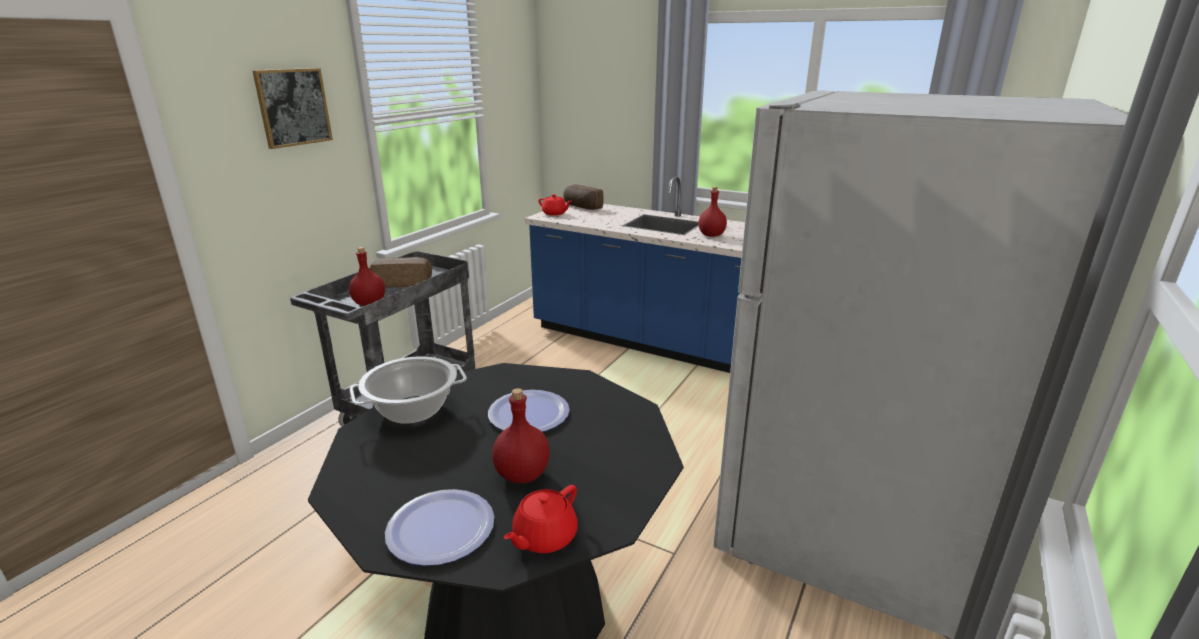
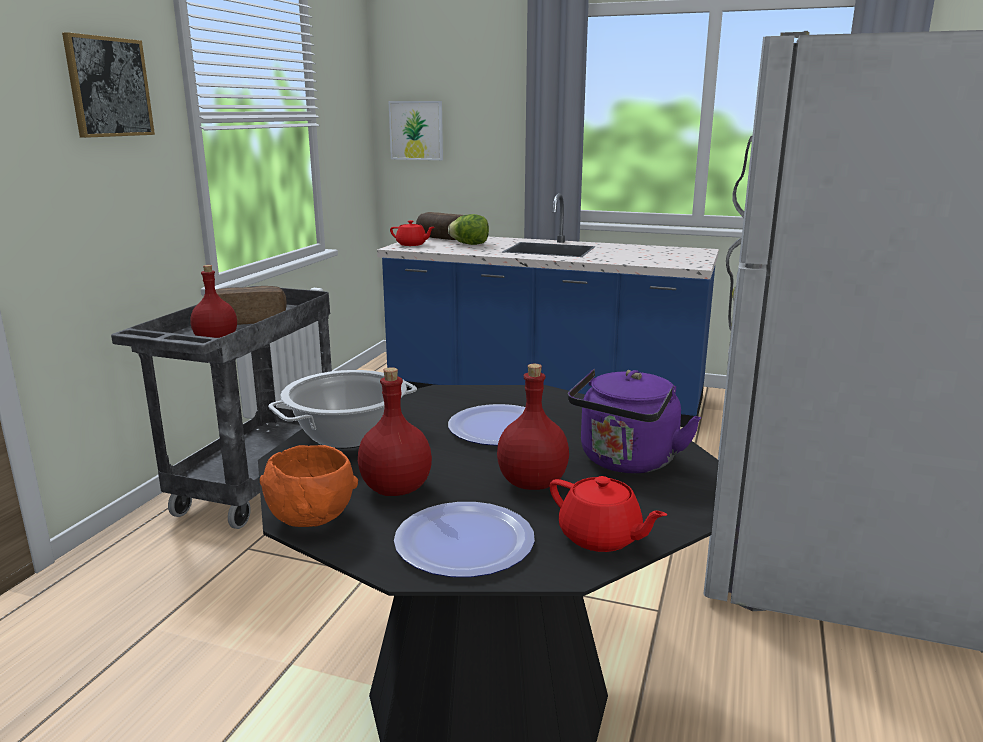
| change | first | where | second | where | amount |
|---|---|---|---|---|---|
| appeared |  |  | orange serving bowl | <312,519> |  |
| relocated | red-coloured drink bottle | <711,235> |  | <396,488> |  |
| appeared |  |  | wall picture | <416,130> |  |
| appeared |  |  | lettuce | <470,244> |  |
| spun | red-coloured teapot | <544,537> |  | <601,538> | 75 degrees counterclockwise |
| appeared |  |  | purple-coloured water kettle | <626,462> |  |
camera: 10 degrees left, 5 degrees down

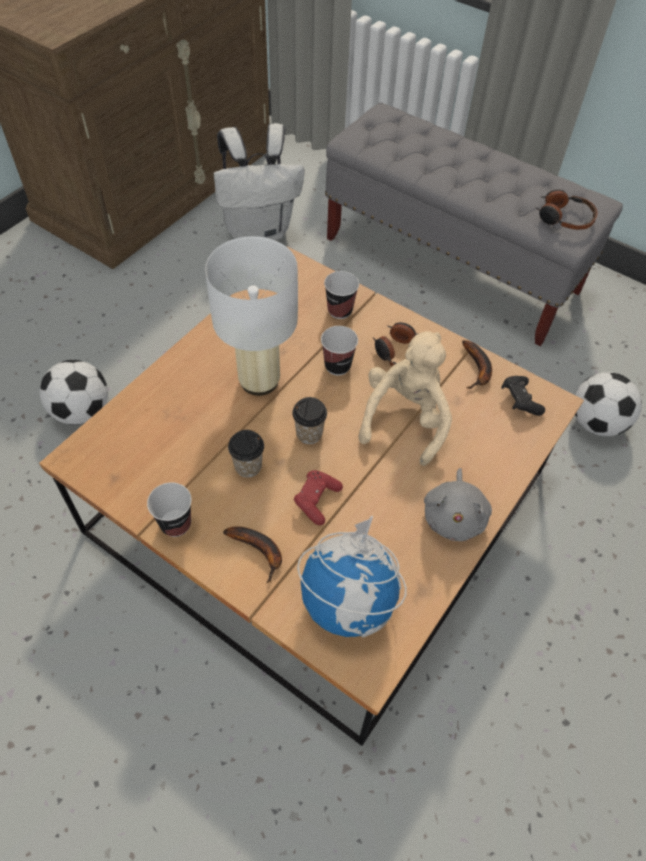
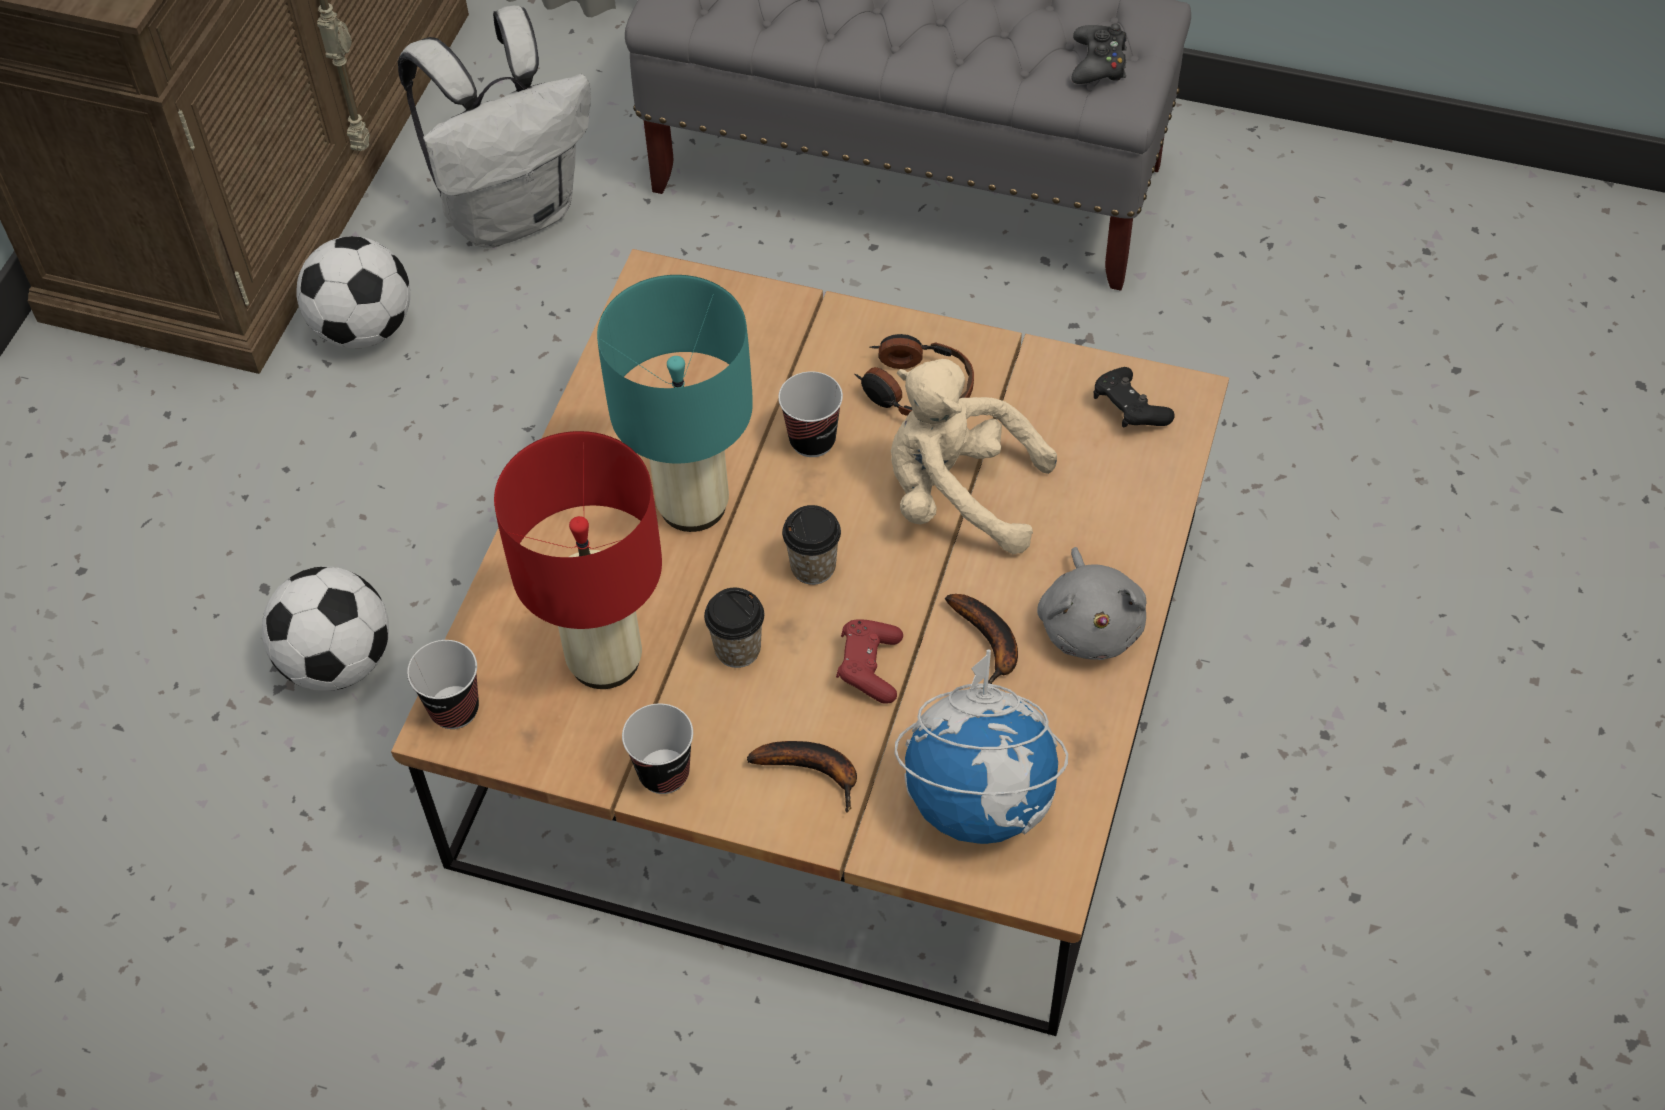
| change | first | where | second | where | amount |
|---|---|---|---|---|---|
| relocated | football | <596,423> |  | <364,329> |  |
| relocated | cup | <340,310> |  | <454,709> |  |
| appeared |  |  | red-coloured table lamp | <603,658> |  |
| colour | whitish table lamp | <259,380> | blue-green table lamp | <692,503> |  |
| spun | beige soft toy | <405,418> |  | <958,495> | 75 degrees counterclockwise |
| relocated | banana fruit | <477,369> |  | <989,644> |  |
| exchanged | headset | <563,218> | blackish game controller | <1099,63> |  |
camera: 15 degrees left, 0 degrees up

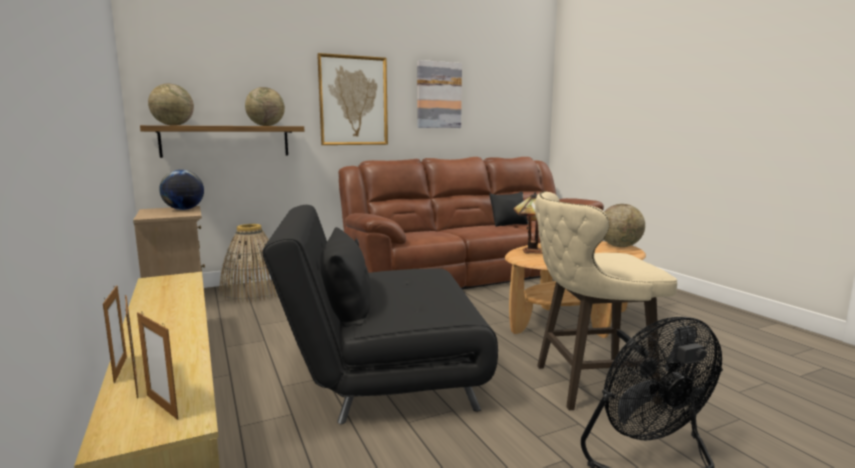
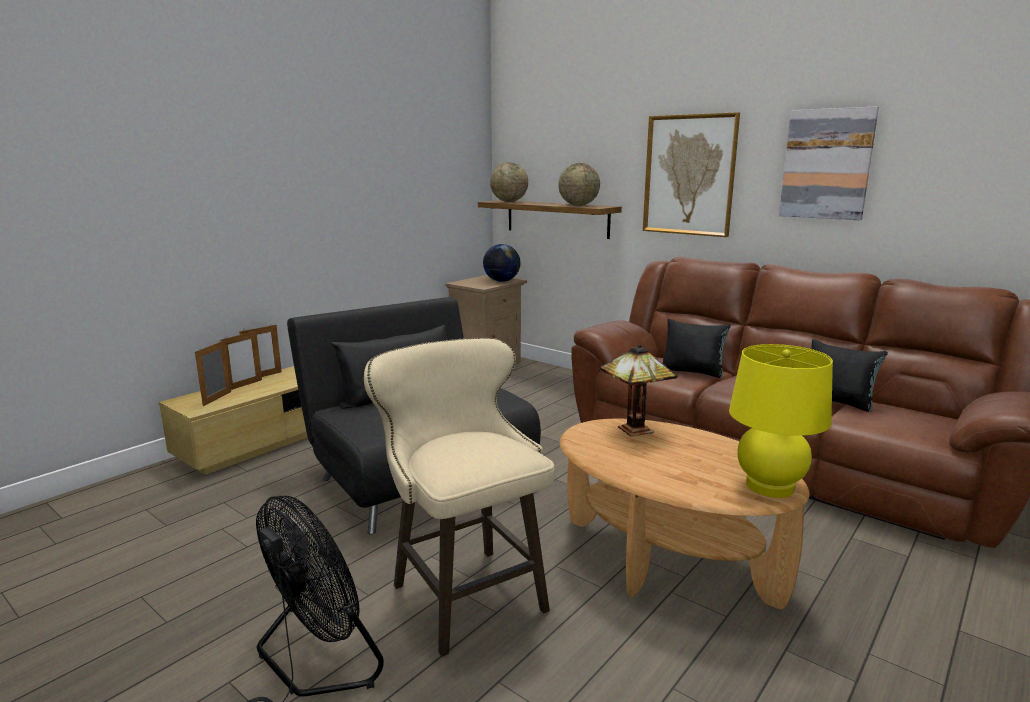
| change | first | where | second | where | amount |
|---|---|---|---|---|---|
| appeared |  |  | blackish throw pillow | <693,371> |  |
| exchanged | globe | <620,246> | yellow-coloured table lamp | <770,486> |  |
| missing | storage basket | <253,291> |  |  |  |
camera: 65 degrees right, 5 degrees up

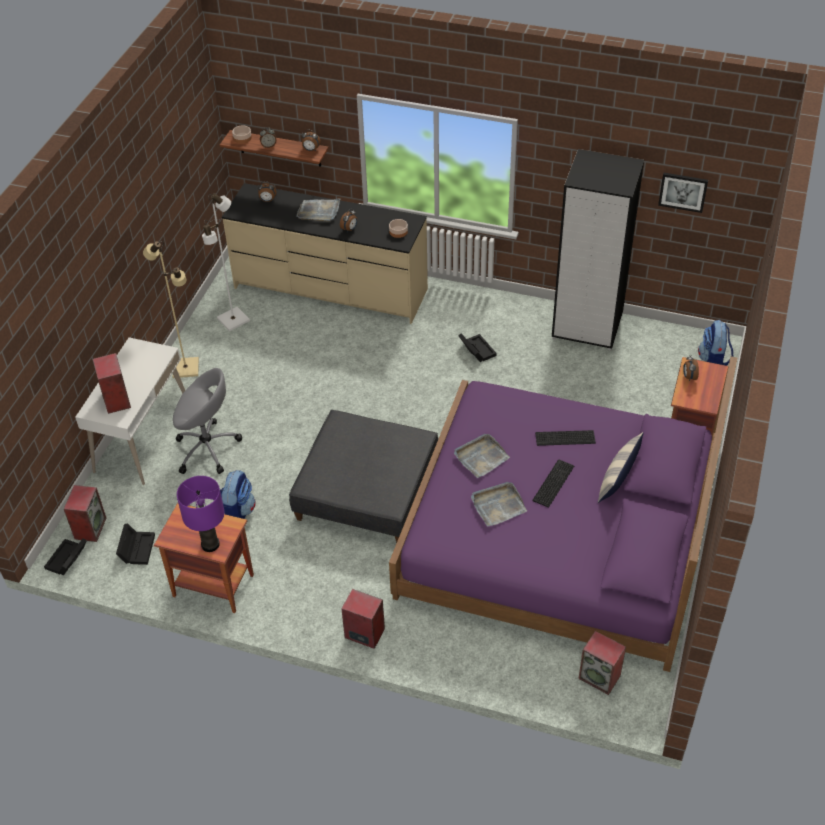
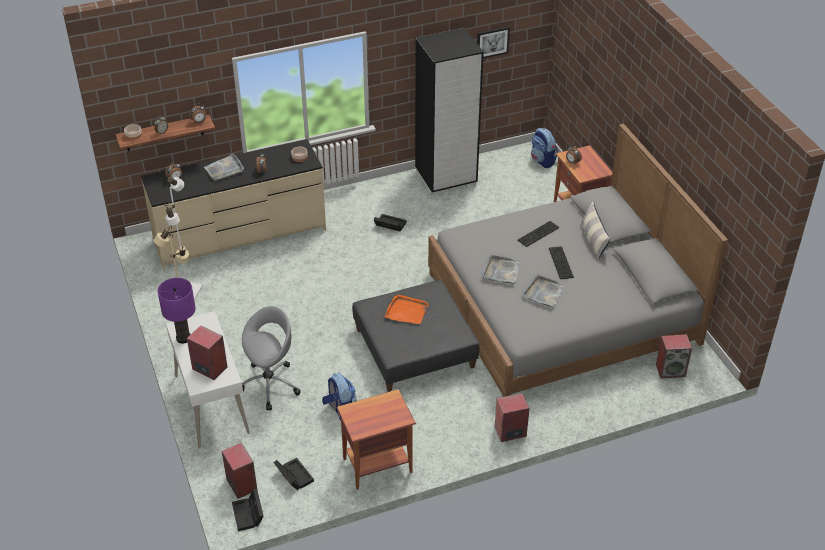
| change | first | where | second | where | amount |
|---|---|---|---|---|---|
| relocated | purple-coloured table lamp | <210,544> |  | <183,338> |  |
| appeared |  |  | orange tray | <406,311> |  |
| colour | purple-coloured bedroom bed | <557,535> | gray bedroom bed | <562,307> |  |
camera: 40 degrees left, 5 degrees down

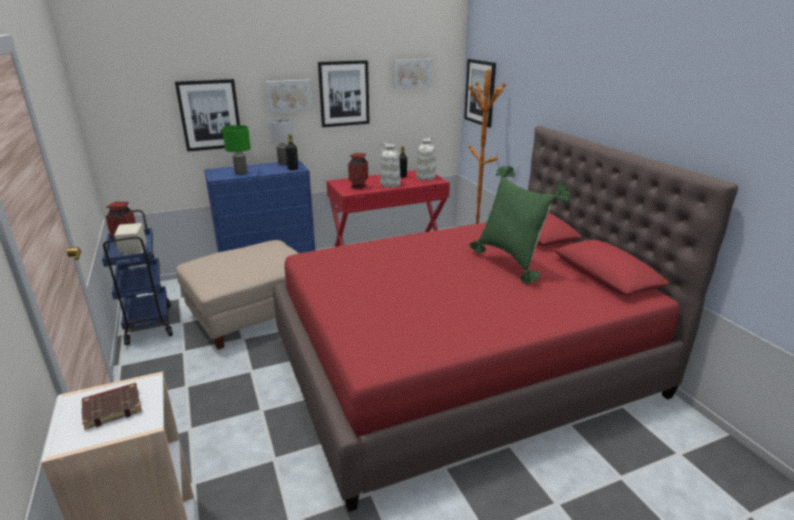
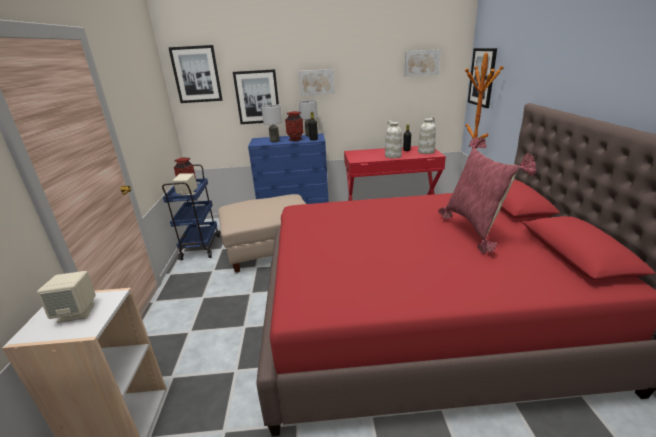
| change | first | where | second | where | amount |
|---|---|---|---|---|---|
| exchanged | brownish book | <113,408> | beige audio speaker | <77,312> |  |
| relocated | wall picture | <344,93> |  | <196,74> |  |
| colour | green table lamp | <241,173> | whitish table lamp | <274,141> |  |
| relocated | vase | <358,187> |  | <295,140> |  |
| colour | green throw pillow | <512,265> | red-coloured throw pillow | <475,233> |  |
camera: 20 degrees right, 0 degrees up

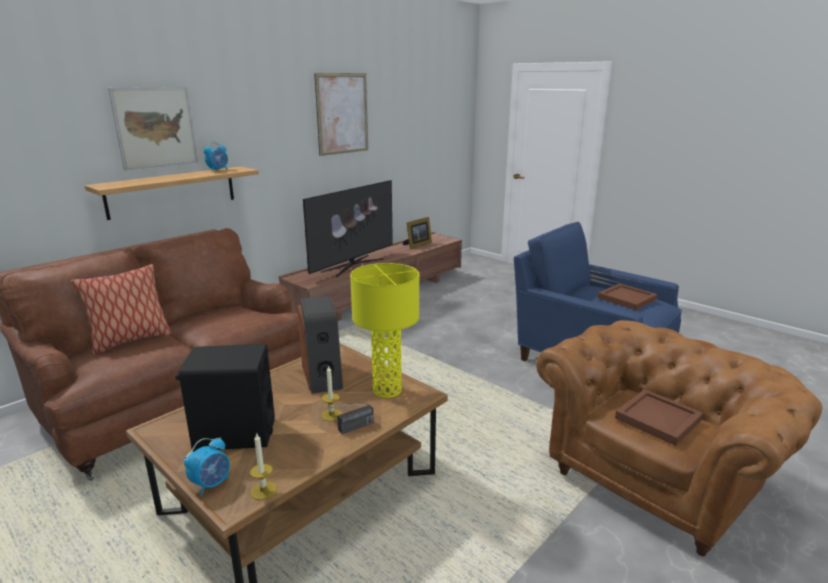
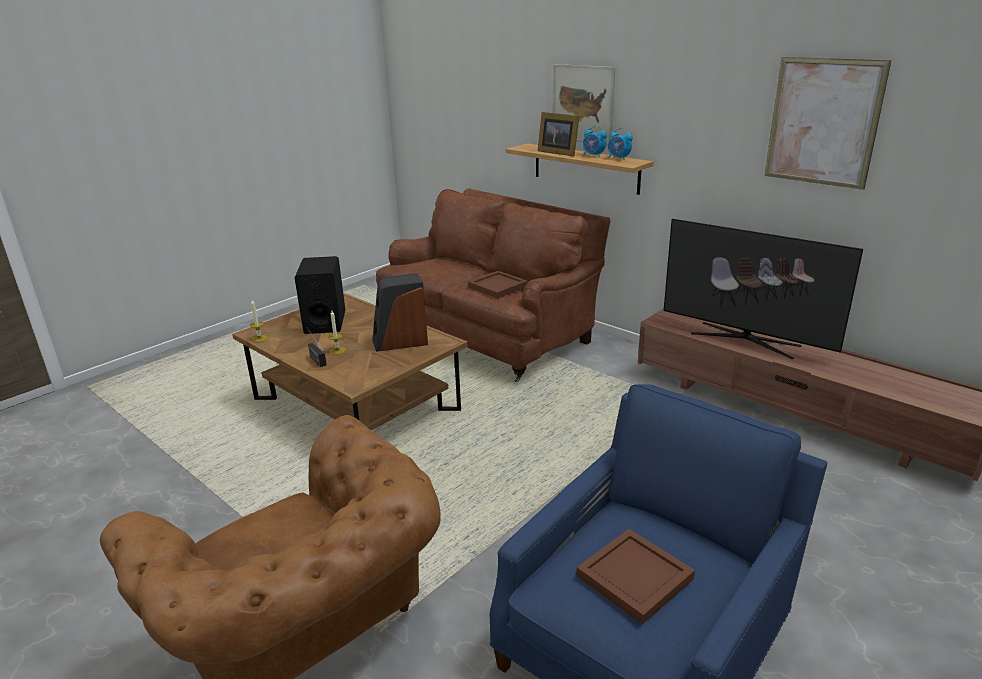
| change | first | where | second | where | amount |
|---|---|---|---|---|---|
| relocated | brownish tray | <656,419> |  | <497,286> |  |
| relocated | photo frame | <417,245> |  | <558,152> |  |
| relocated | bedside clock | <211,484> |  | <593,156> |  |
| missing | throw pillow | <130,341> |  |  |  |
| missing | yellow-coloured table lamp | <387,390> |  |  |  |
camera: 90 degrees right, 5 degrees up

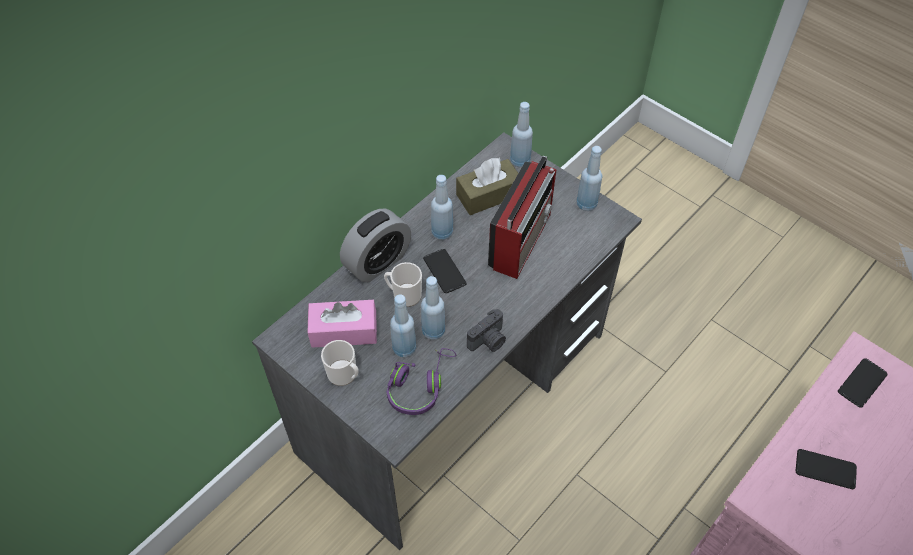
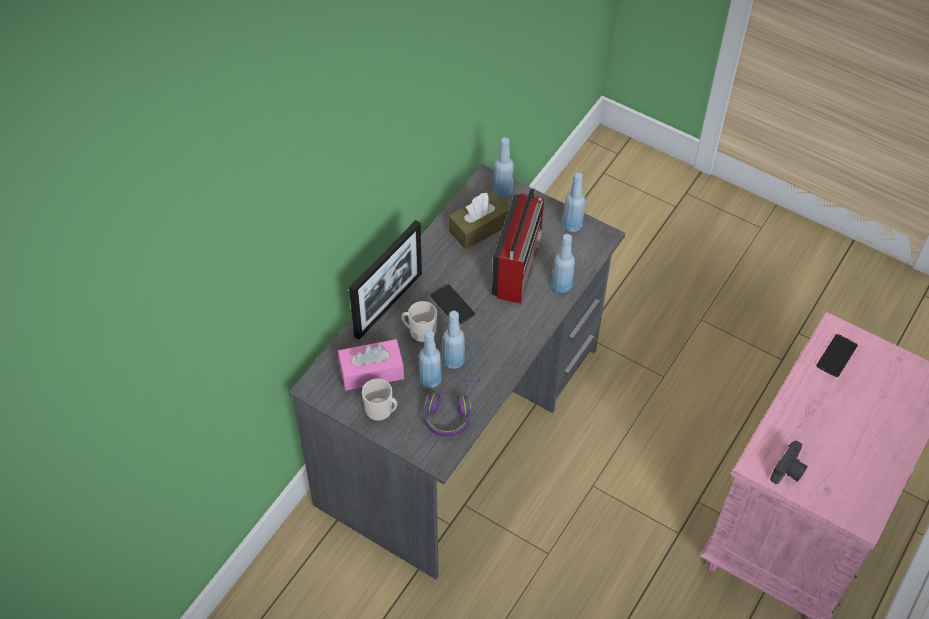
| change | first | where | second | where | amount |
|---|---|---|---|---|---|
| exchanged | bedside clock | <377,262> | photo frame | <388,305> |  |
| relocated | blue drink bottle | <442,232> |  | <561,285> |  |
| relocated | photo camera | <488,341> |  | <789,471> |  |
| missing | phone | <825,469> |  |  |  |
camera: 10 degrees left, 0 degrees up

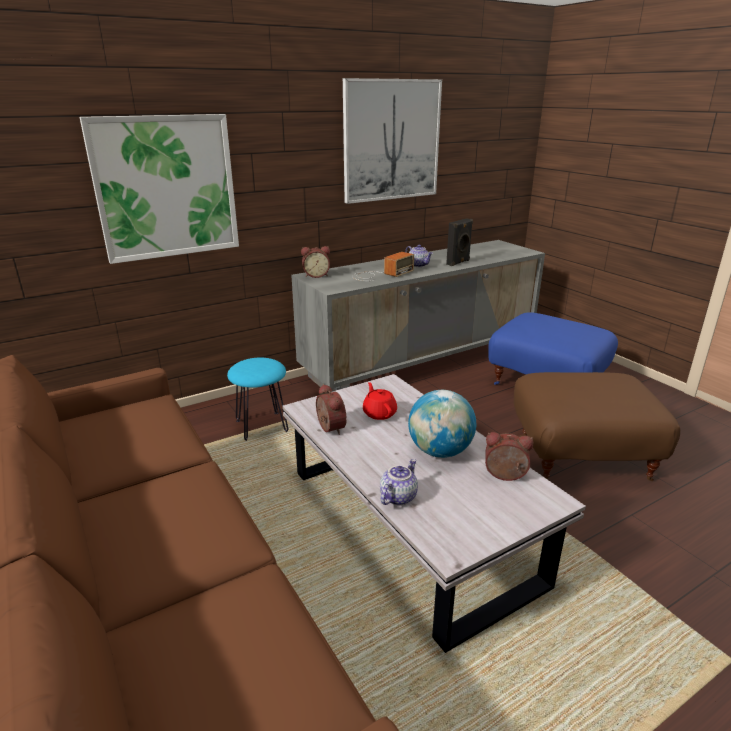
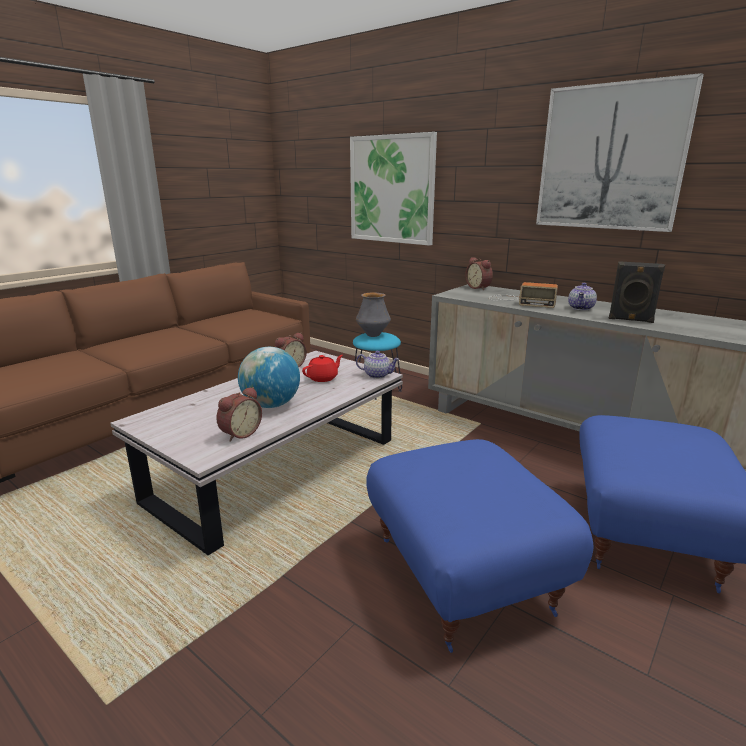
| change | first | where | second | where | amount |
|---|---|---|---|---|---|
| spun | bedside clock | <505,476> |  | <239,433> | 45 degrees clockwise |
| appeared |  |  | vase | <373,335> |  |
| relocated | teapot | <397,496> |  | <377,375> |  |
| colour | brownish footrest | <581,456> | blue footrest | <465,574> |  |
camera: 70 degrees right, 5 degrees down

